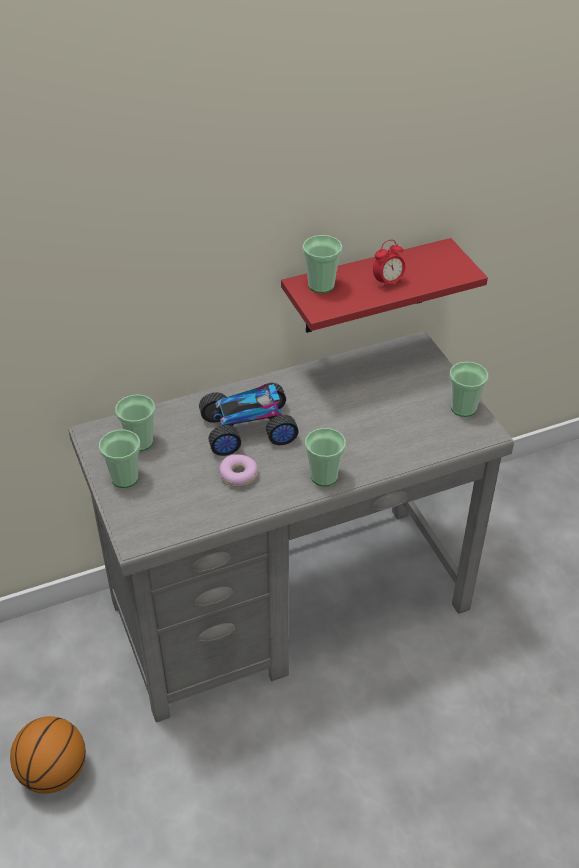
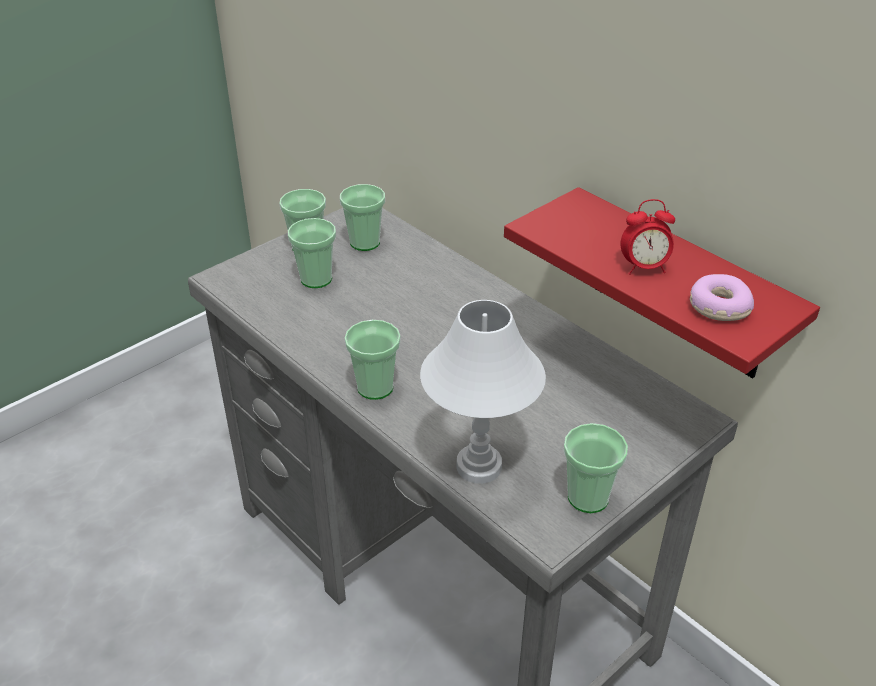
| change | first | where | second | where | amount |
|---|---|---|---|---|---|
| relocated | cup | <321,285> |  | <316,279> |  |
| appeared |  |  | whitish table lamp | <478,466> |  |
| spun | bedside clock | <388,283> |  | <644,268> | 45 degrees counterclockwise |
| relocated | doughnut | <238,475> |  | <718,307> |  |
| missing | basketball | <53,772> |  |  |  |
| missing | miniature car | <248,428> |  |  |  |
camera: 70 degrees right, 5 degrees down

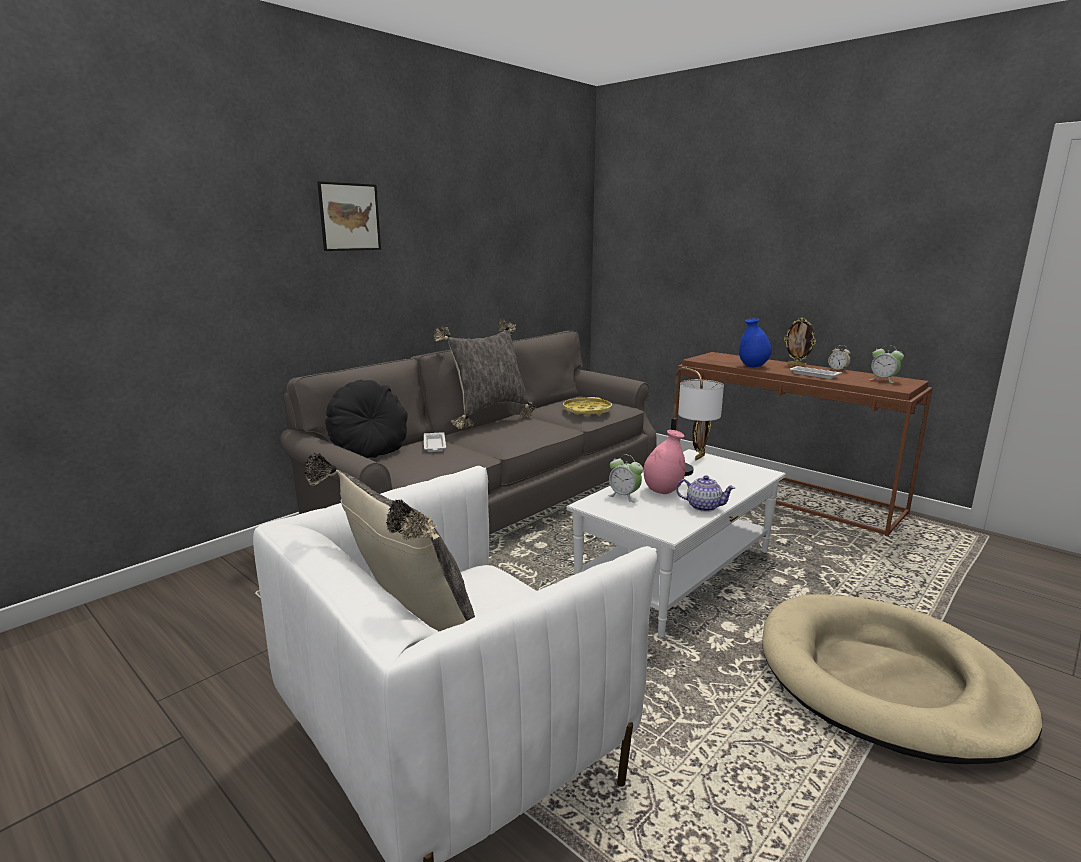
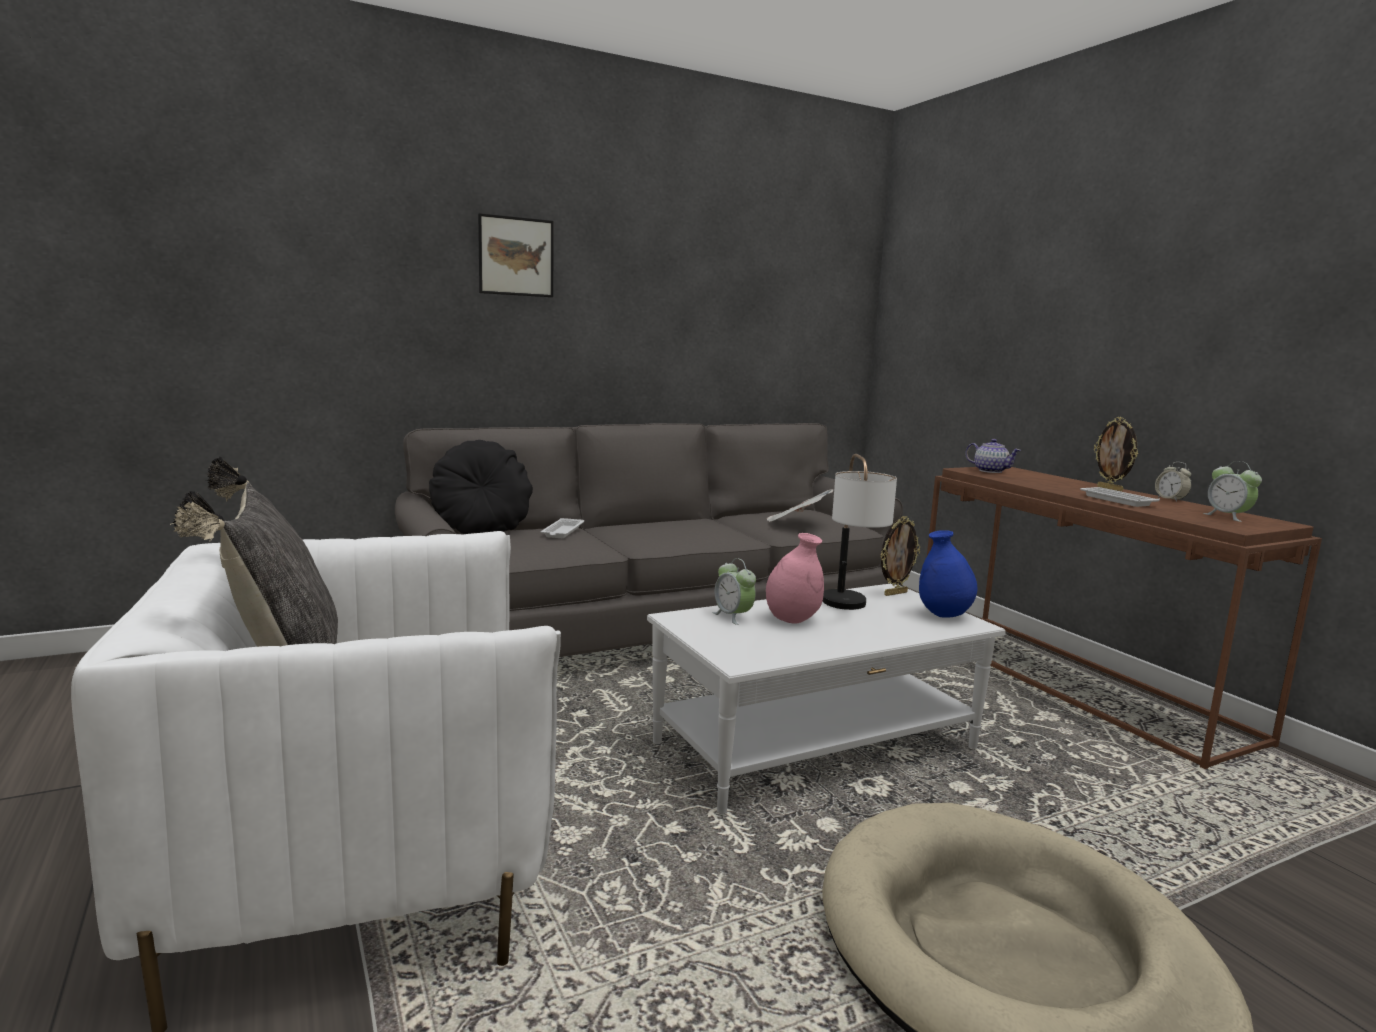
| change | first | where | second | where | amount |
|---|---|---|---|---|---|
| exchanged | yellow-coloured tray | <587,411> | newspaper | <796,524> |  |
| relocated | blue vase | <753,366> |  | <944,615> |  |
| relocated | teapot | <703,506> |  | <990,471> |  |
| missing | throw pillow | <487,421> |  |  |  |
camera: 20 degrees right, 5 degrees down

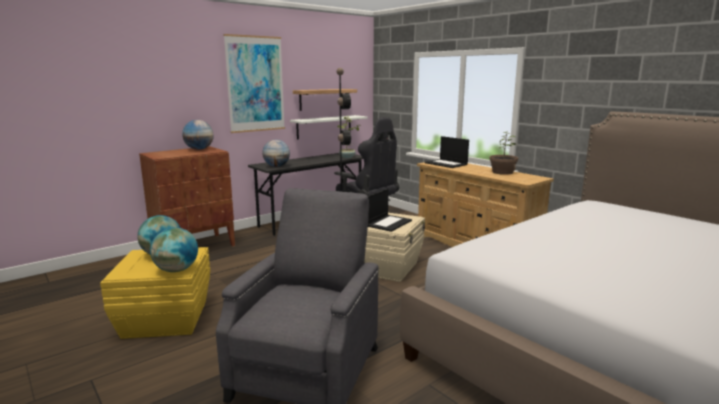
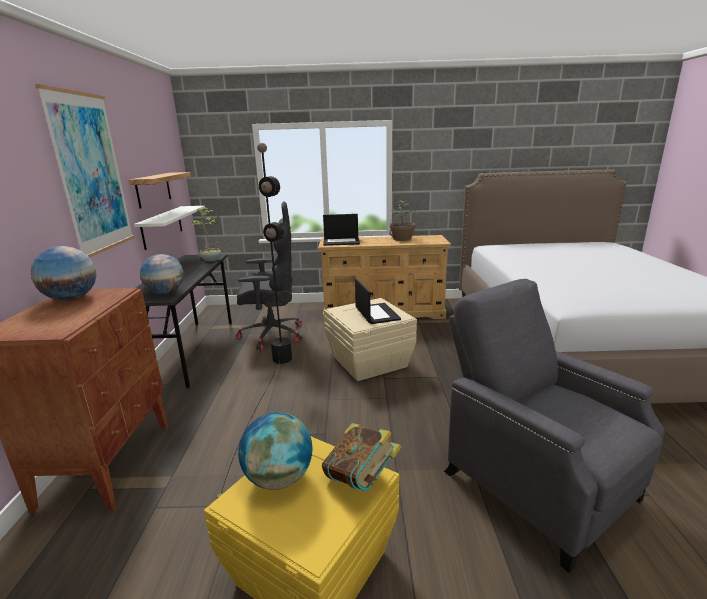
| change | first | where | second | where | amount |
|---|---|---|---|---|---|
| exchanged | globe | <177,270> | book | <361,478> |  |
camera: 50 degrees left, 5 degrees up

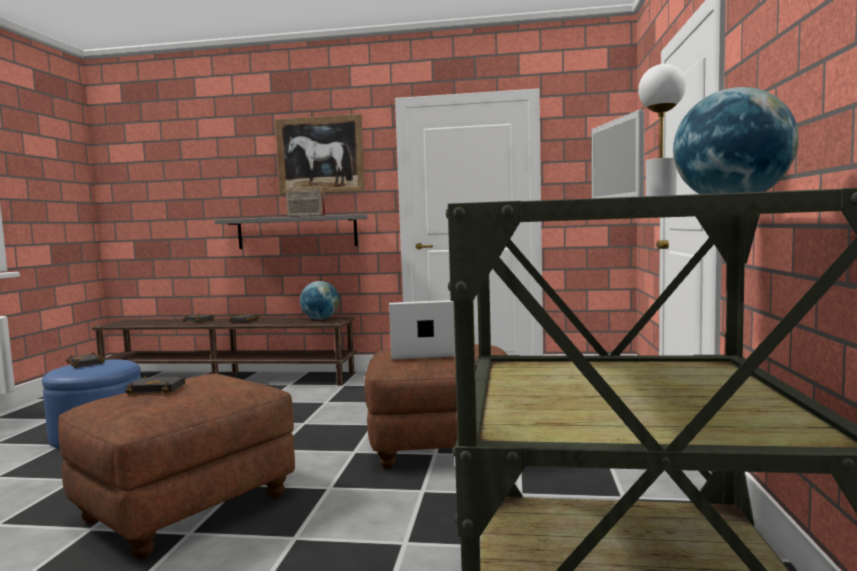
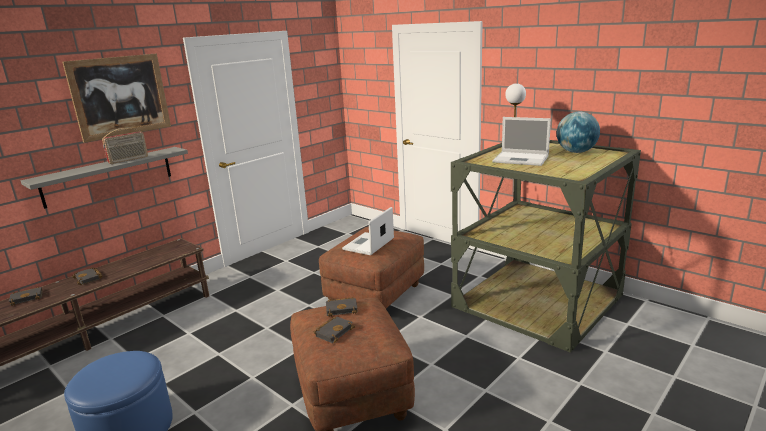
| change | first | where | second | where | amount |
|---|---|---|---|---|---|
| relocated | blackish book | <87,363> |  | <342,308> |  |
| missing | globe | <320,319> |  |  |  |
camera: 55 degrees left, 15 degrees up

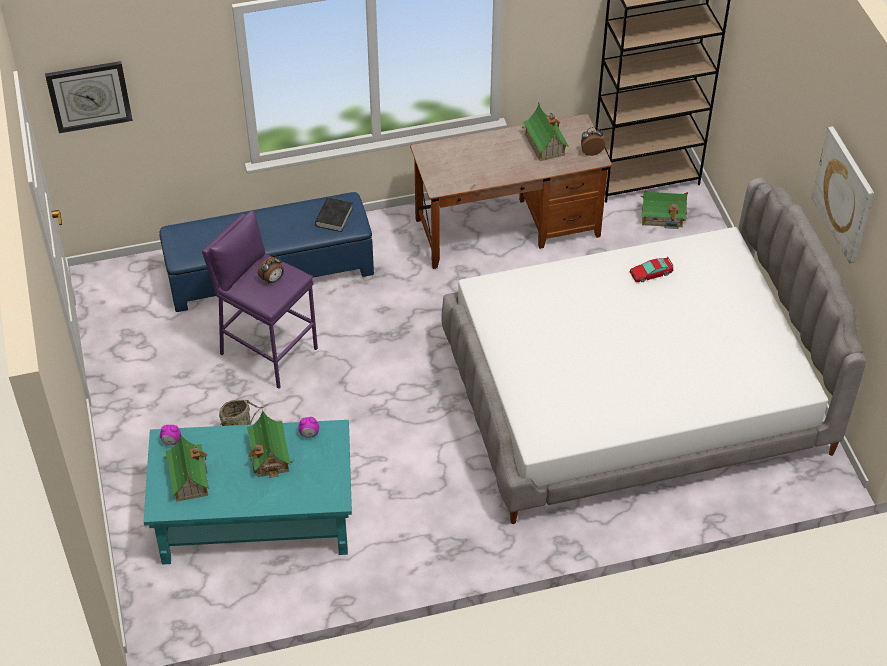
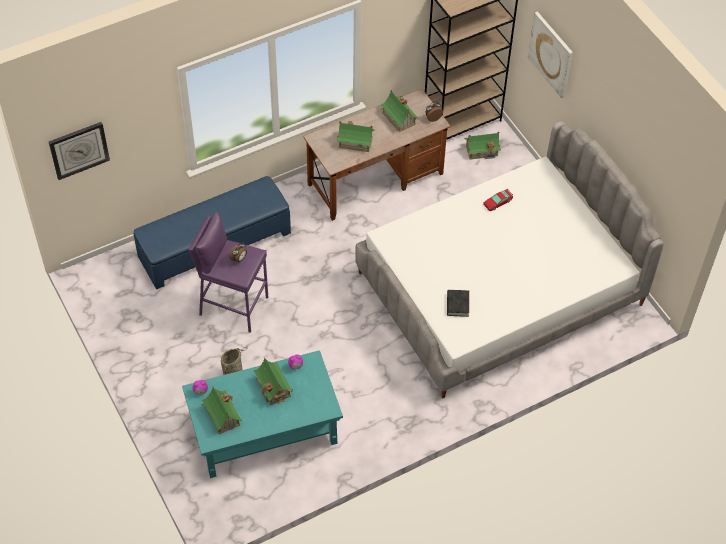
| change | first | where | second | where | amount |
|---|---|---|---|---|---|
| appeared |  |  | miniature house | <355,142> |  |
| relocated | blackish book | <334,217> |  | <457,305> |  |
| relocated | wall picture | <844,194> |  | <551,54> |  |
camera: 15 degrees left, 5 degrees up

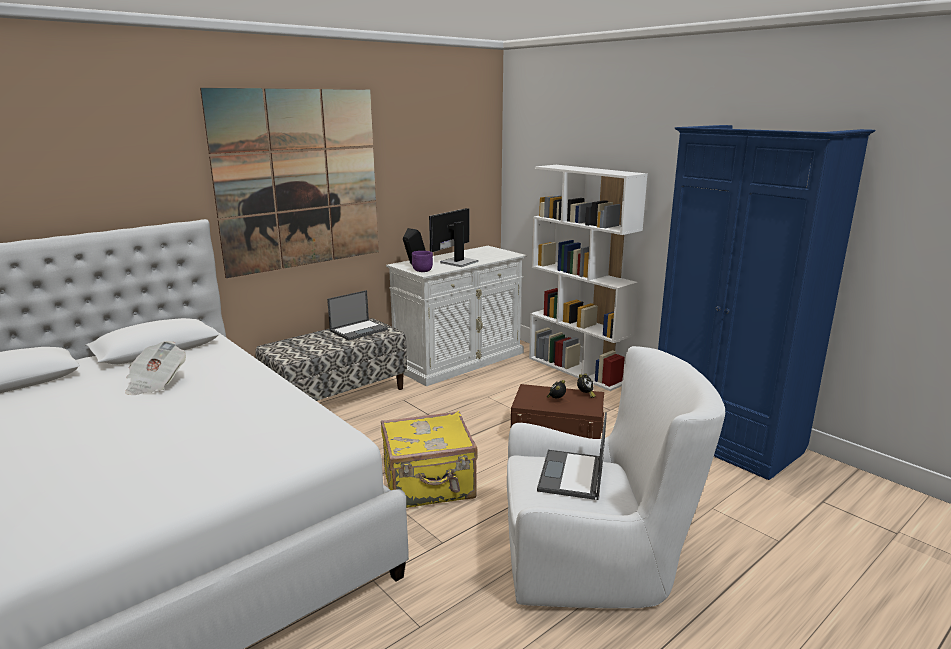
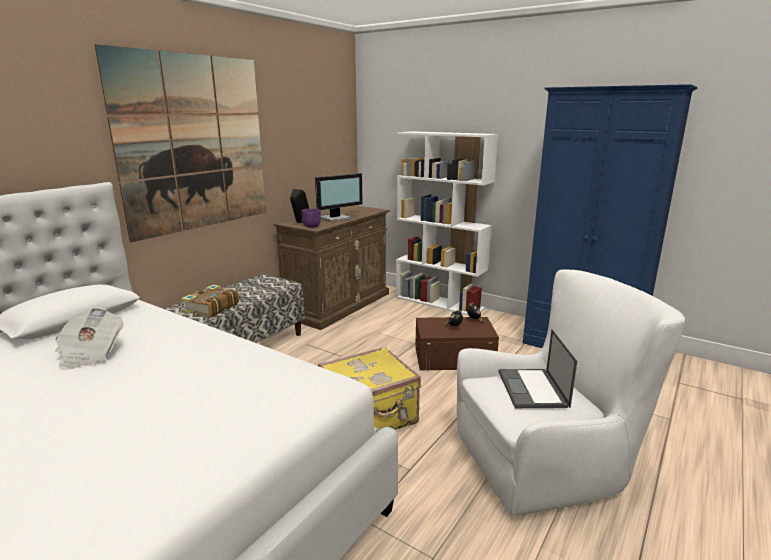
| change | first | where | second | where | amount |
|---|---|---|---|---|---|
| appeared |  |  | book | <211,308> |  |
| colour | whitish chest of drawers | <459,360> | brownish chest of drawers | <338,304> |  |
| spun | computer display | <457,262> |  | <336,218> | 150 degrees counterclockwise |
| missing | notebook computer | <359,330> |  |  |  |
camera: 15 degrees left, 0 degrees up

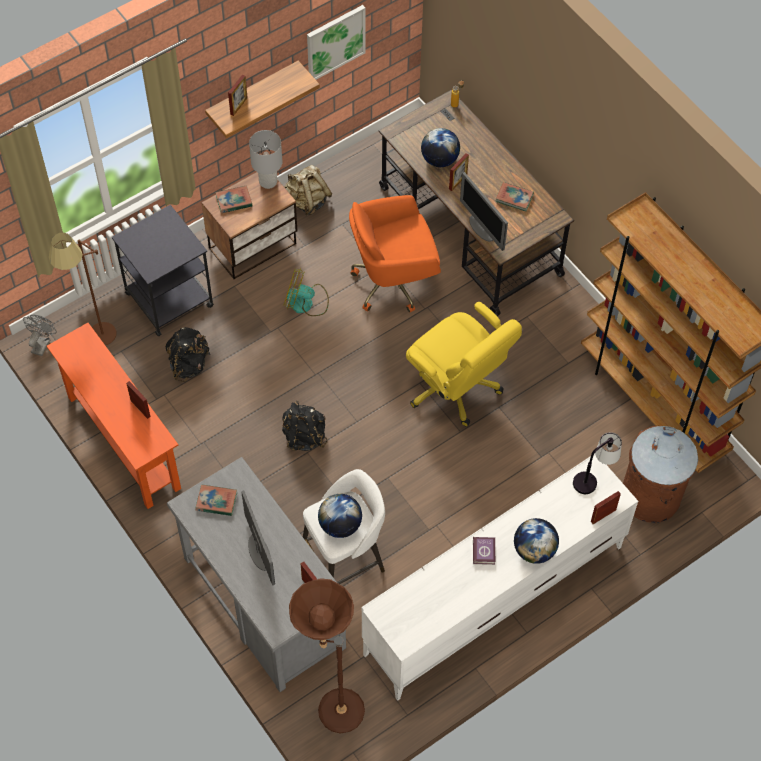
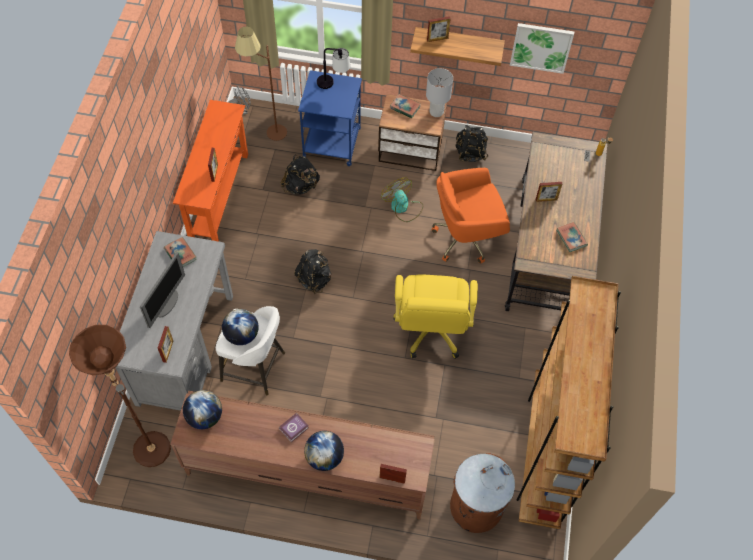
| change | first | where | second | where | amount |
|---|---|---|---|---|---|
| colour | whitish storage cabinet | <494,601> | brownish storage cabinet | <306,474> |  |
| relocated | globe | <439,159> |  | <205,417> |  |
| colour | blackish trolley | <170,298> | blue trolley | <332,143> |  |
| relocated | table lamp | <593,477> |  | <333,83> |  |
| spun | orange desk chair | <393,283> |  | <466,239> | 45 degrees counterclockwise |
| colour | beige rucksack | <307,201> | blackish rucksack | <470,153> |  |
| missing | computer display | <482,228> |  |  |  |
camera: 45 degrees right, 0 degrees up

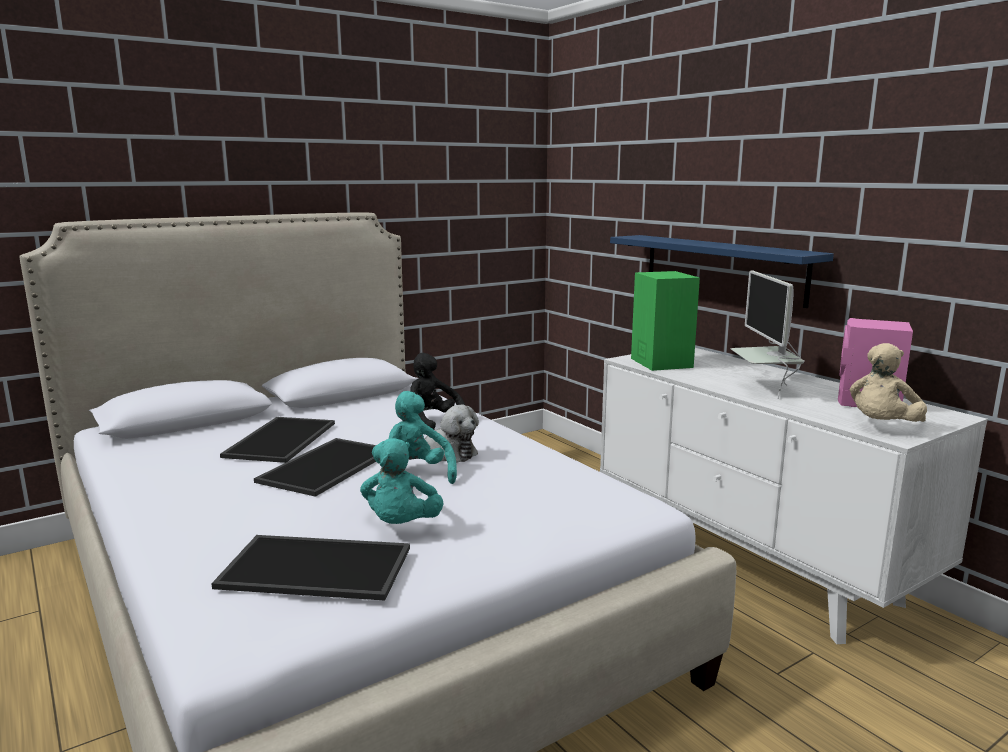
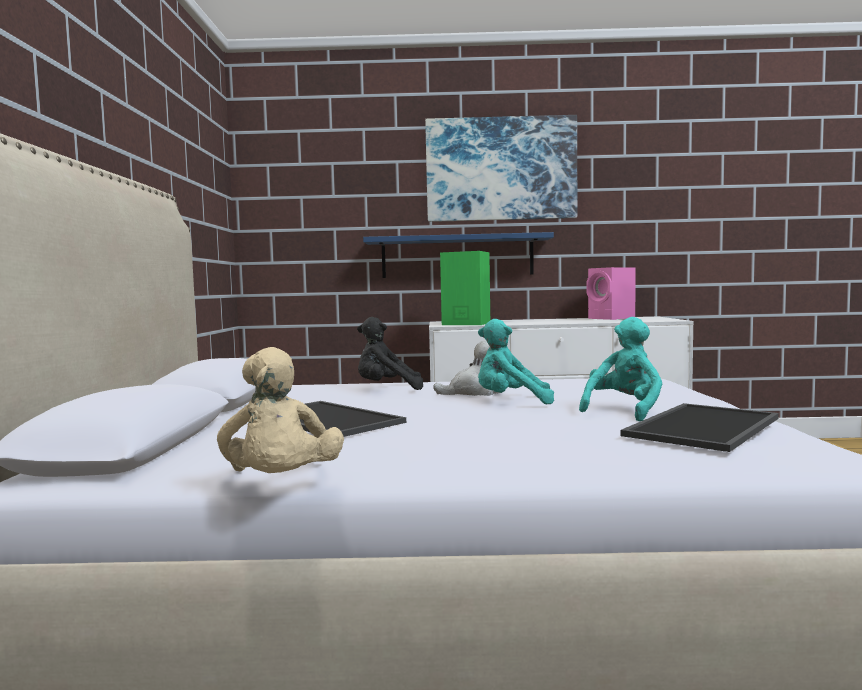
| change | first | where | second | where | amount |
|---|---|---|---|---|---|
| relocated | beige soft toy | <882,427> |  | <280,484> |  |
| appeared |  |  | wall picture | <501,169> |  |
| spun | blue-green soft toy | <401,526> |  | <624,410> | 90 degrees counterclockwise |
| missing | tray | <325,465> |  |  |  |
| missing | computer display | <765,389> |  |  |  |
camera: 55 degrees left, 10 degrees down

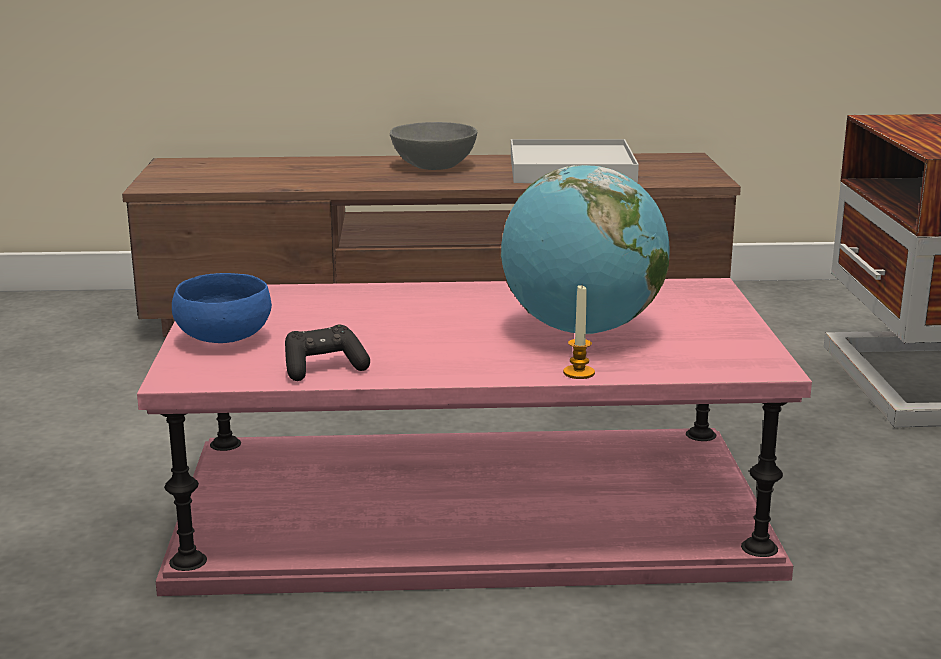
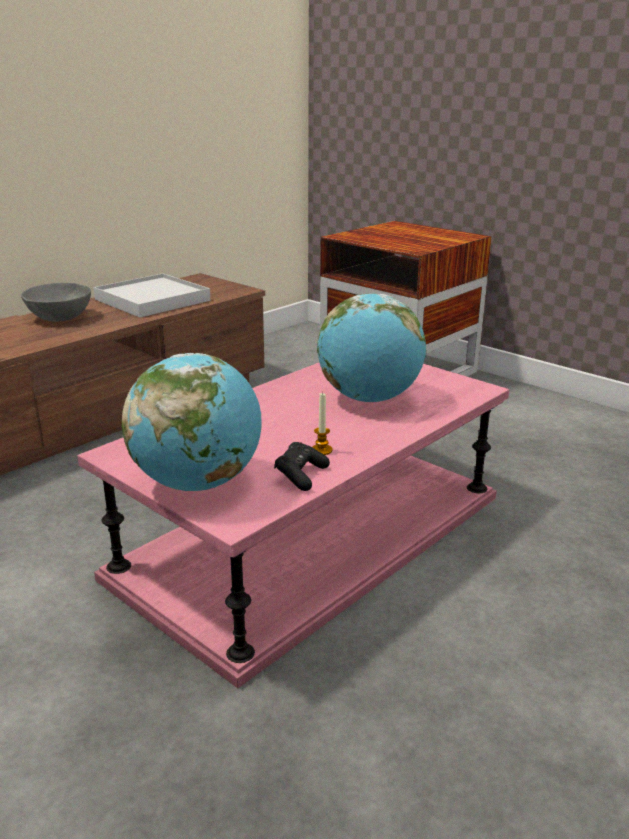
| change | first | where | second | where | amount |
|---|---|---|---|---|---|
| exchanged | blue serving bowl | <226,339> | globe | <197,483> |  |
| relocated | candle | <579,373> |  | <321,450> |  |
camera: 45 degrees left, 5 degrees up

